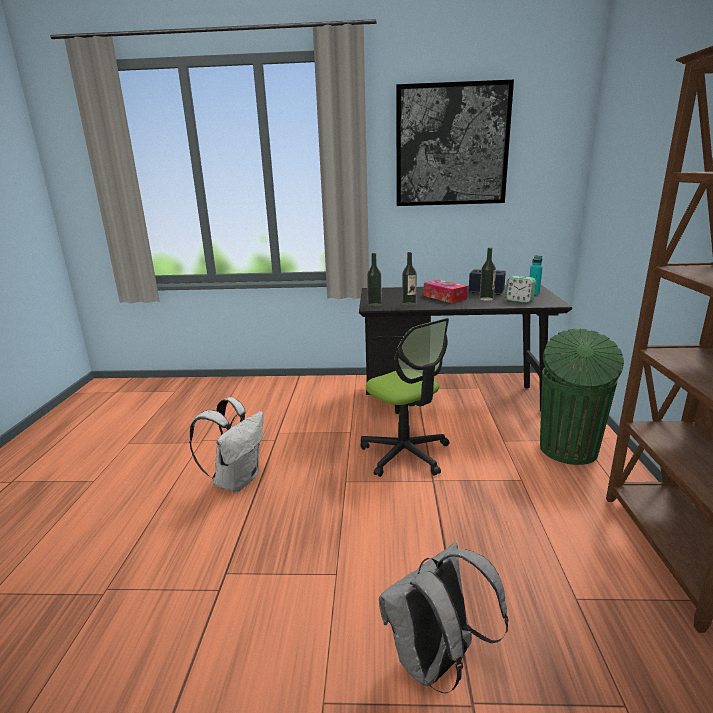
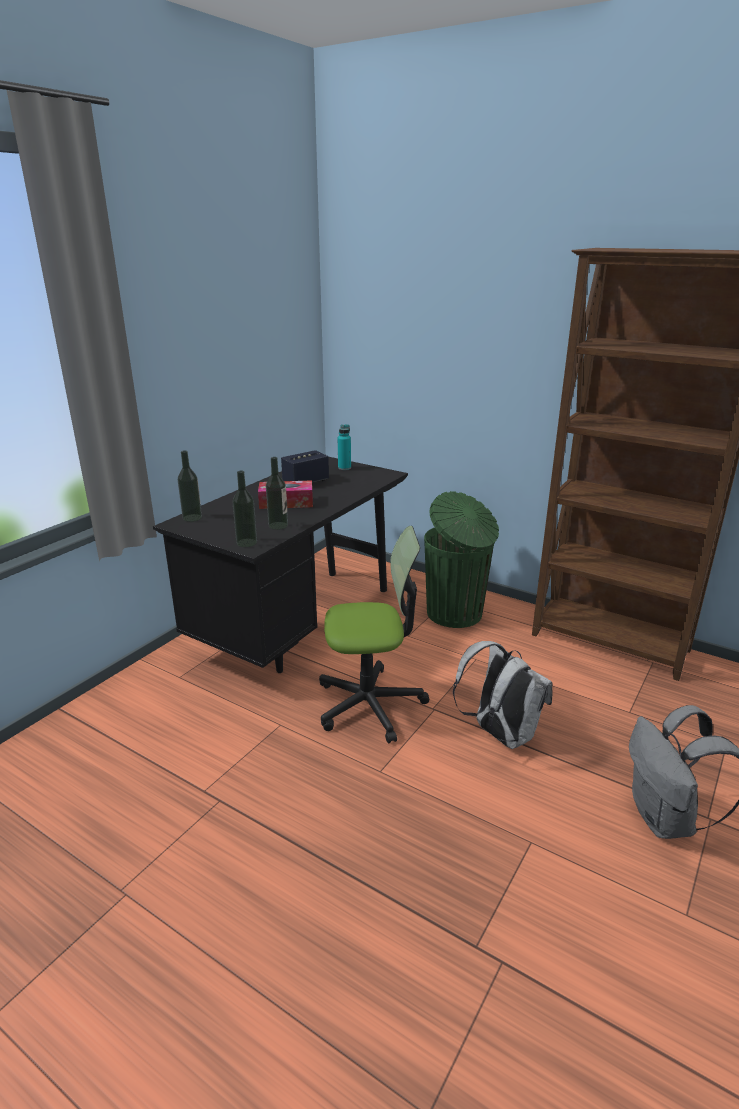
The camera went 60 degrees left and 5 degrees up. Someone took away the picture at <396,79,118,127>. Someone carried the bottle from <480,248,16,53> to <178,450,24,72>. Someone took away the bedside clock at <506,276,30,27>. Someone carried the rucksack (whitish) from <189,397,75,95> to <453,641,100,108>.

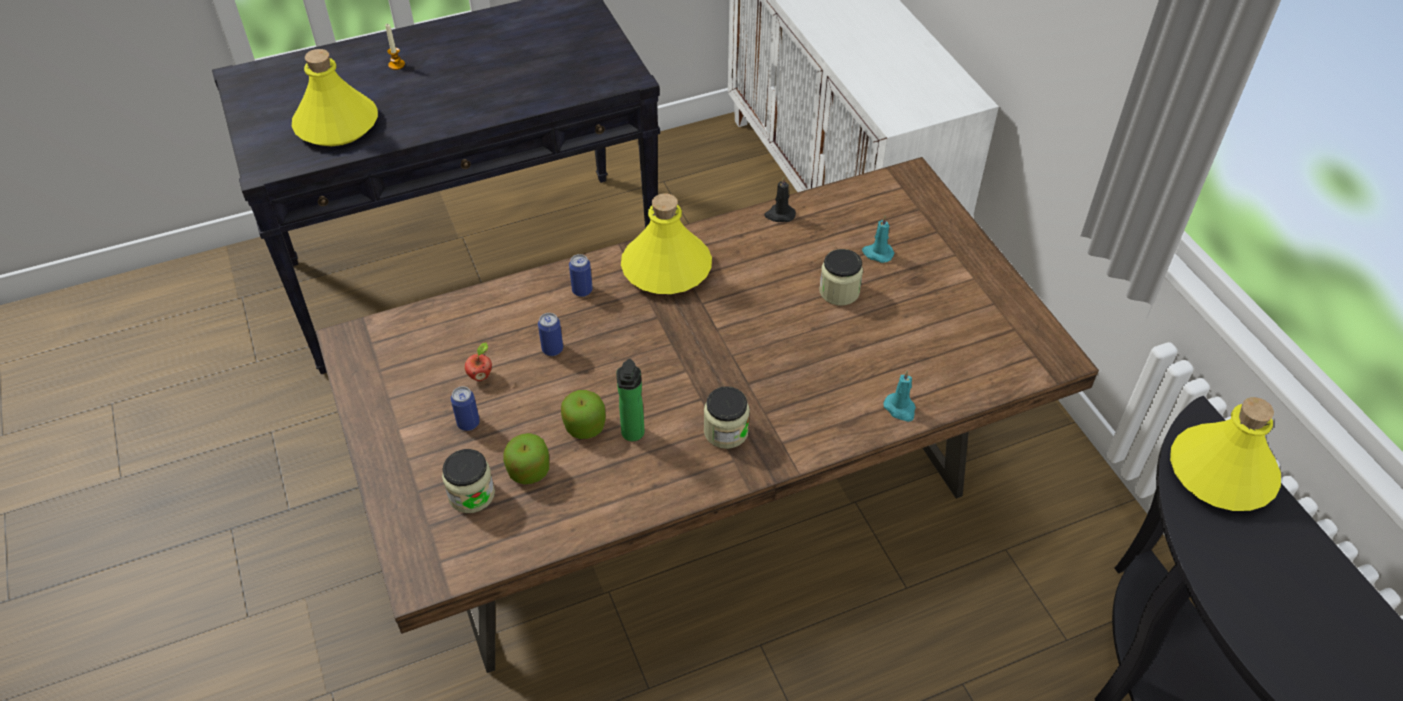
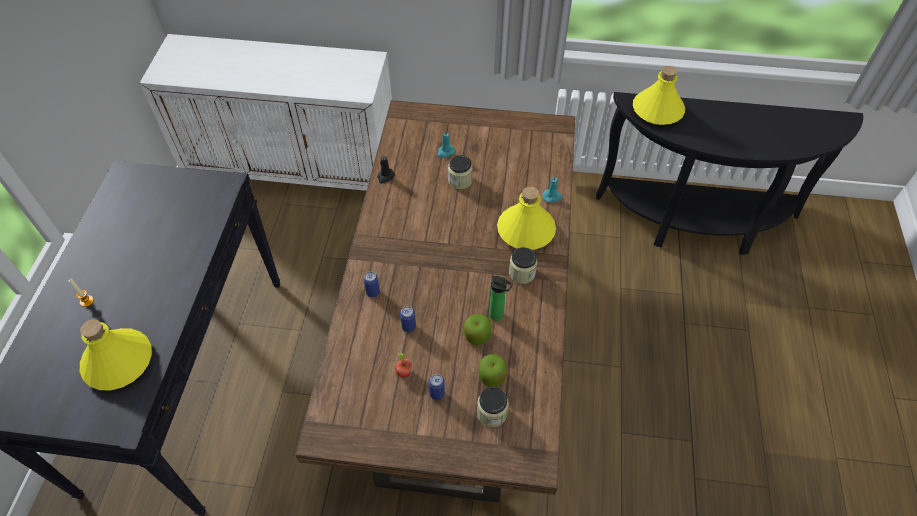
The camera went 60 degrees left and 5 degrees up. Someone carried the bottle (yellow-coloured) from <621,193,91,101> to <497,187,59,63>.

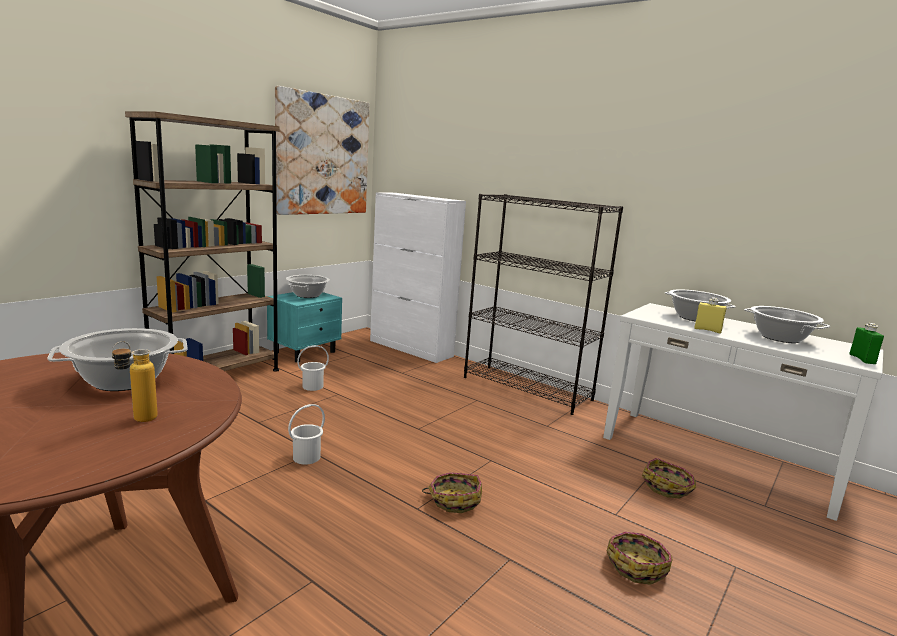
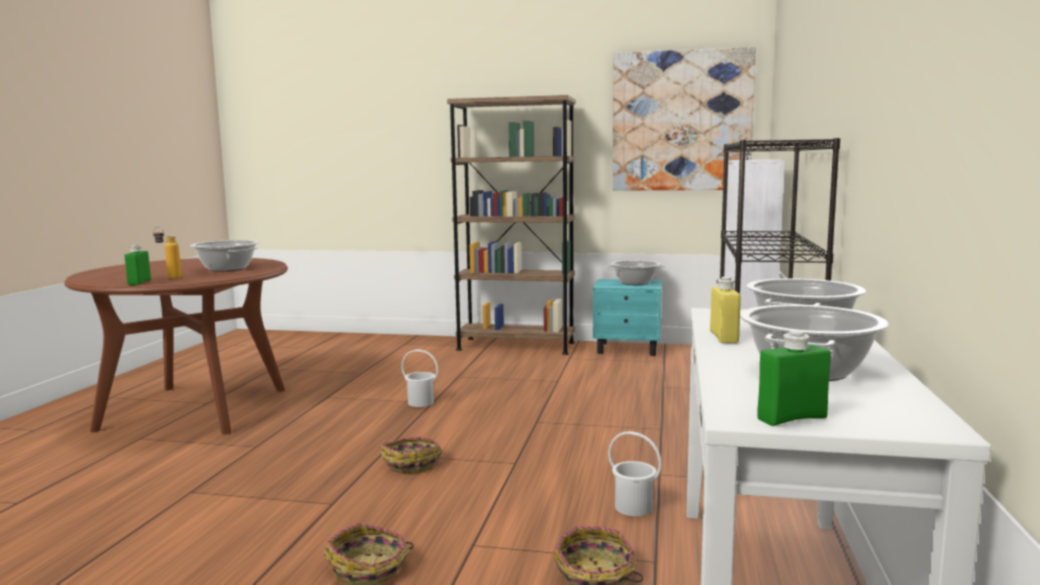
The camera went 65 degrees right and 5 degrees down. Someone carried the water bucket (whitish) from <297,345,32,46> to <608,431,54,85>. Someone put down the bottle (greenish) at <125,244,26,41>.

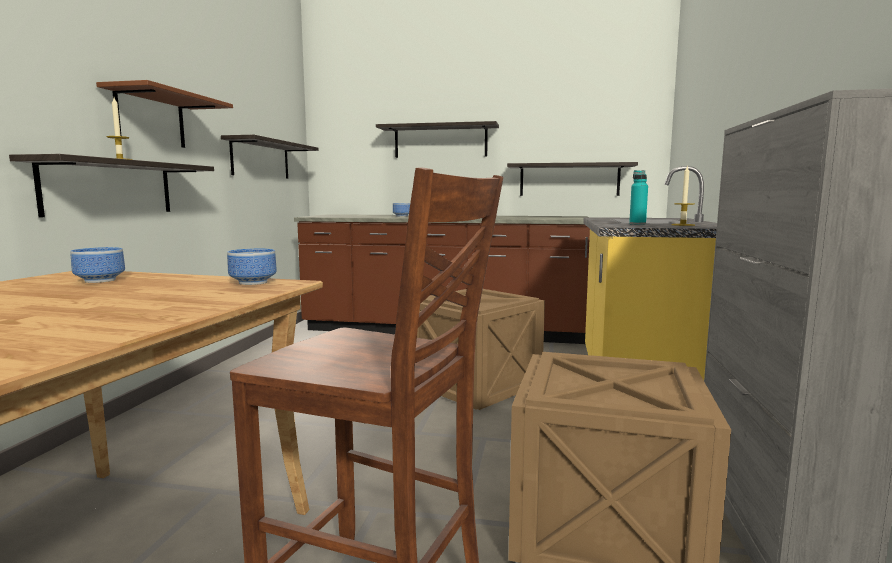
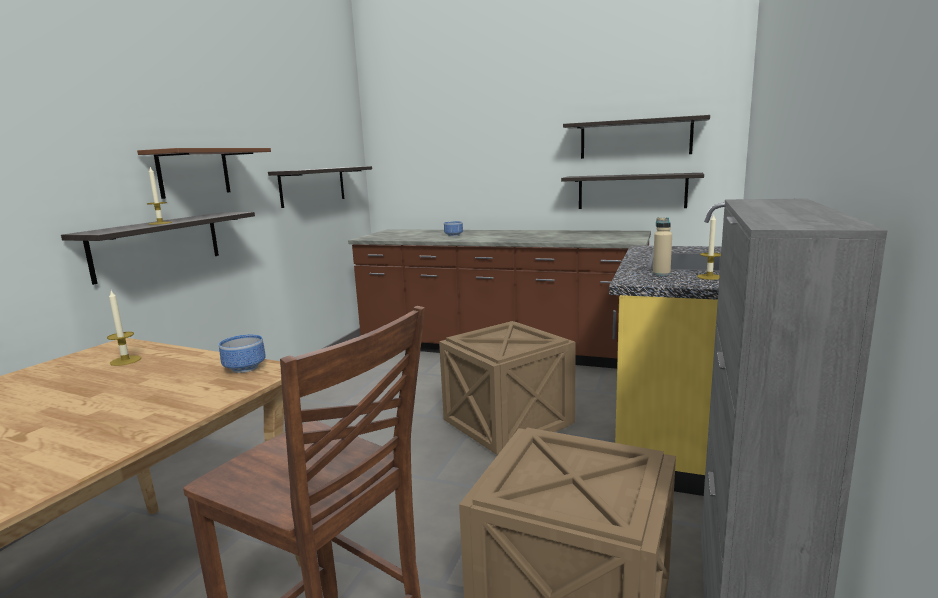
The camera went 10 degrees right and 5 degrees up. Someone carried the bracket shelf from <376,121,123,37> to <563,115,147,44>. Someone repainted the bottle (blue-green) at <629,170,19,55>, which became the bottle (beige-coloured) at <653,217,19,59>. Someone swapped the bowl at <70,247,55,36> for the wax light at <107,291,34,75>.

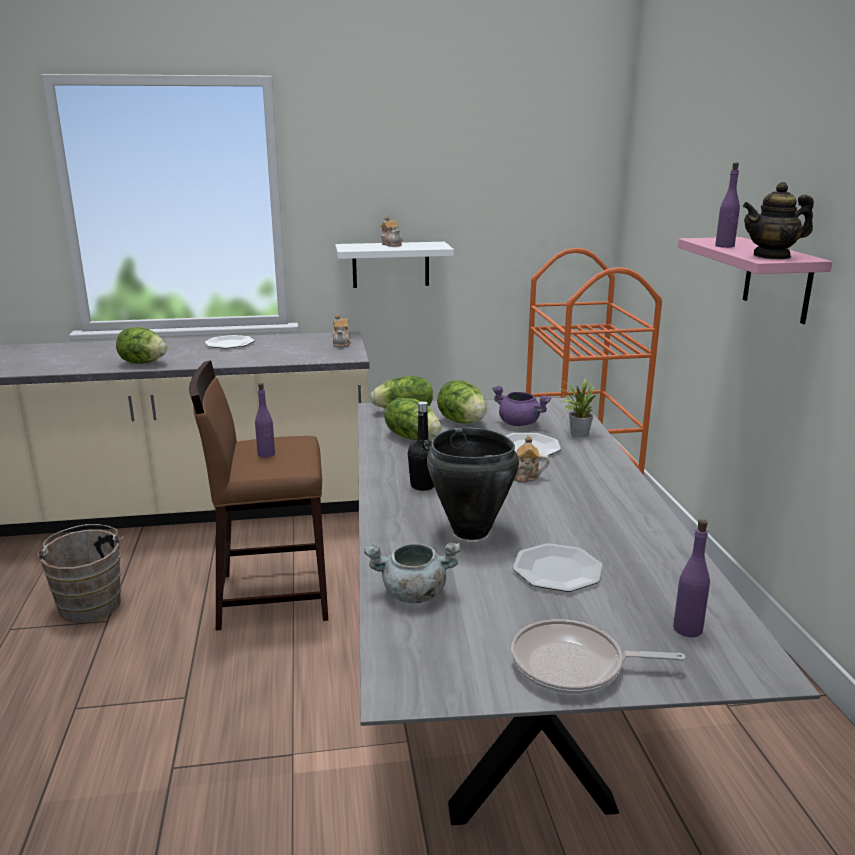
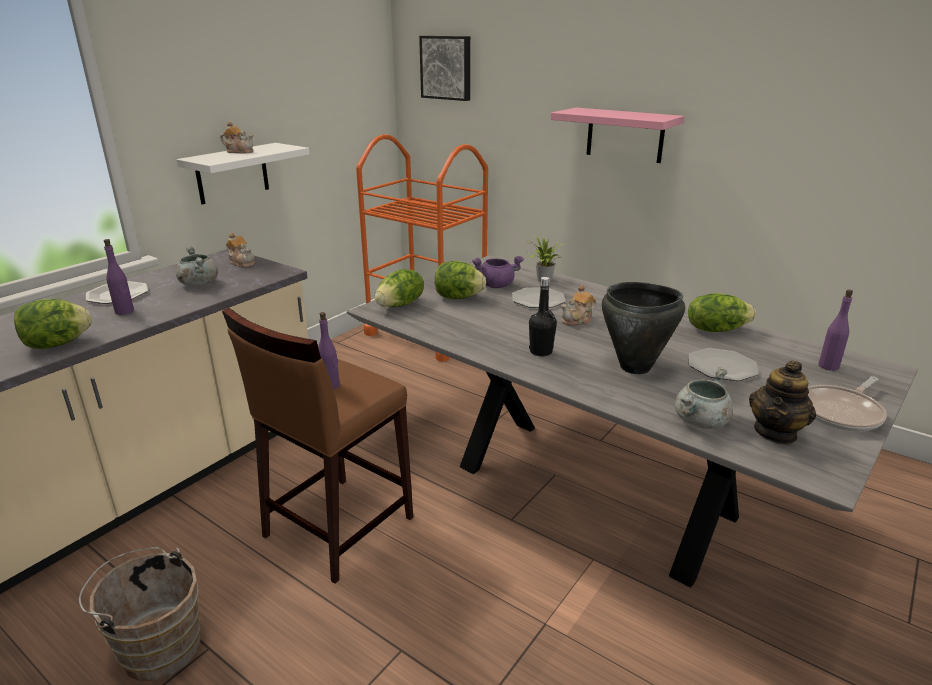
The camera went 45 degrees left and 5 degrees up. Someone carried the bottle (purple) from <715,163,25,85> to <104,239,30,76>. Someone carried the teapot from <743,182,71,77> to <749,361,67,84>. Someone carried the head of lettuce from <384,398,58,42> to <688,293,68,39>. Someone put up the picture at <419,36,51,65>. Someone put down the cooking pot (gray) at <176,246,42,40>.

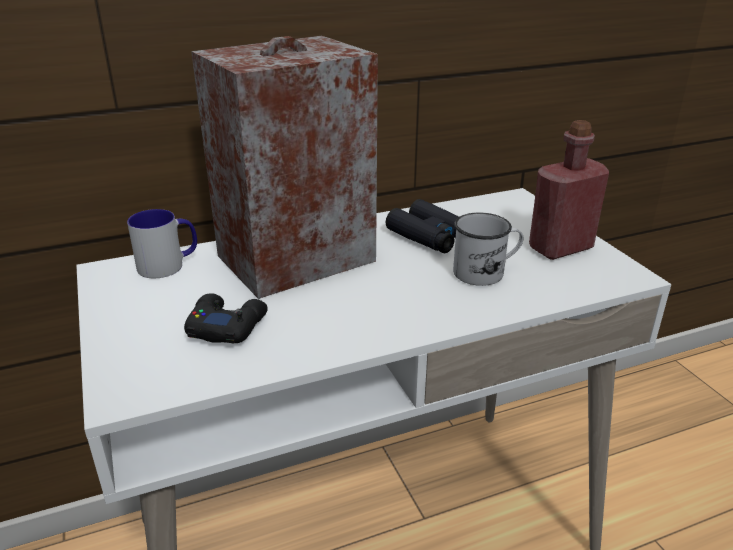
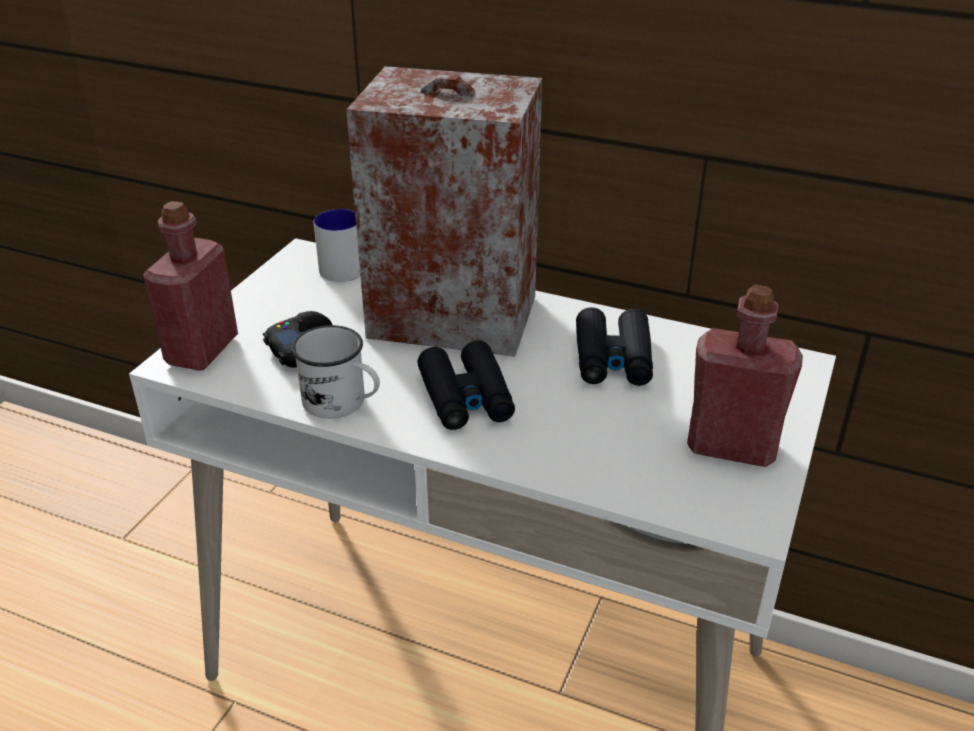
The camera went 45 degrees right and 5 degrees up. Someone carried the mug (whitish) from <453,213,71,73> to <292,325,88,94>. Someone put down the bottle (reddish) at <143,201,95,170>. Someone put down the pair of binoculars (black) at <417,341,98,89>.

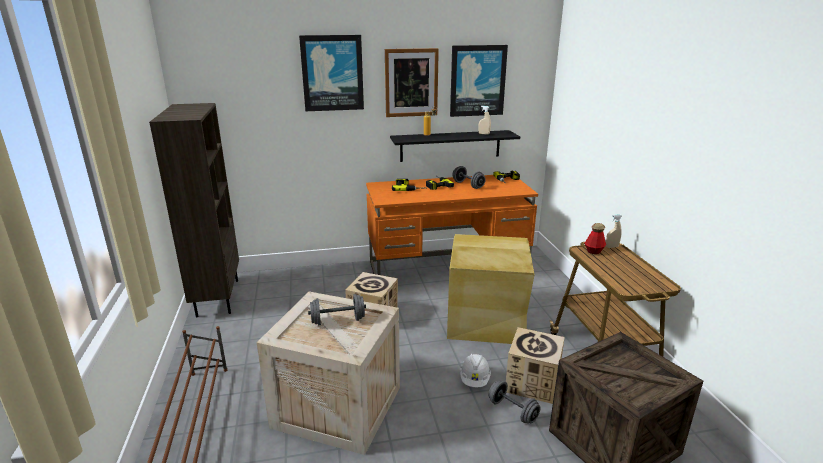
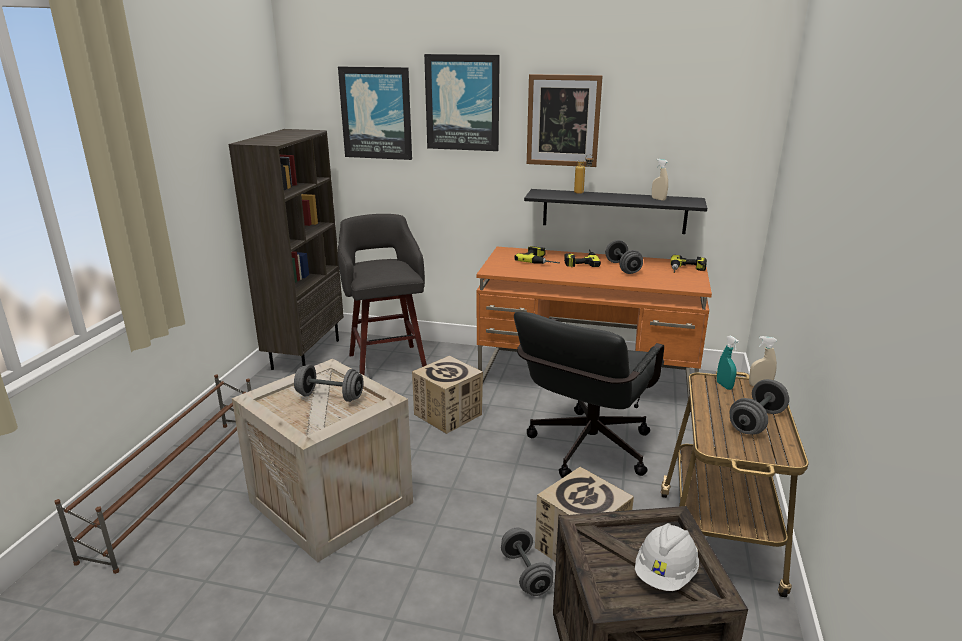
The camera went 25 degrees right and 0 degrees up. Someone carried the picture from <450,45,58,72> to <338,67,74,93>. Someone swapped the bottle at <585,223,21,31> for the spray bottle (blue-green) at <717,335,22,55>. Someone swapped the storage container (beige-coloured) at <447,234,88,110> for the computer chair (black) at <514,312,150,166>. Someone carried the work helmet (whitish) from <460,354,31,33> to <635,523,64,68>. Someone put down the sitting stool (gray) at <338,214,89,161>. Someone put down the dumbbell (gray) at <730,379,59,56>.

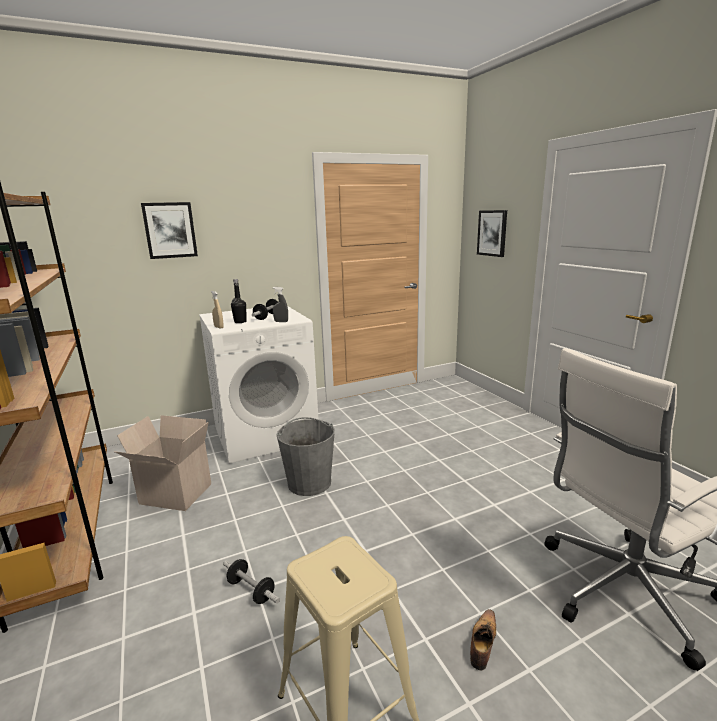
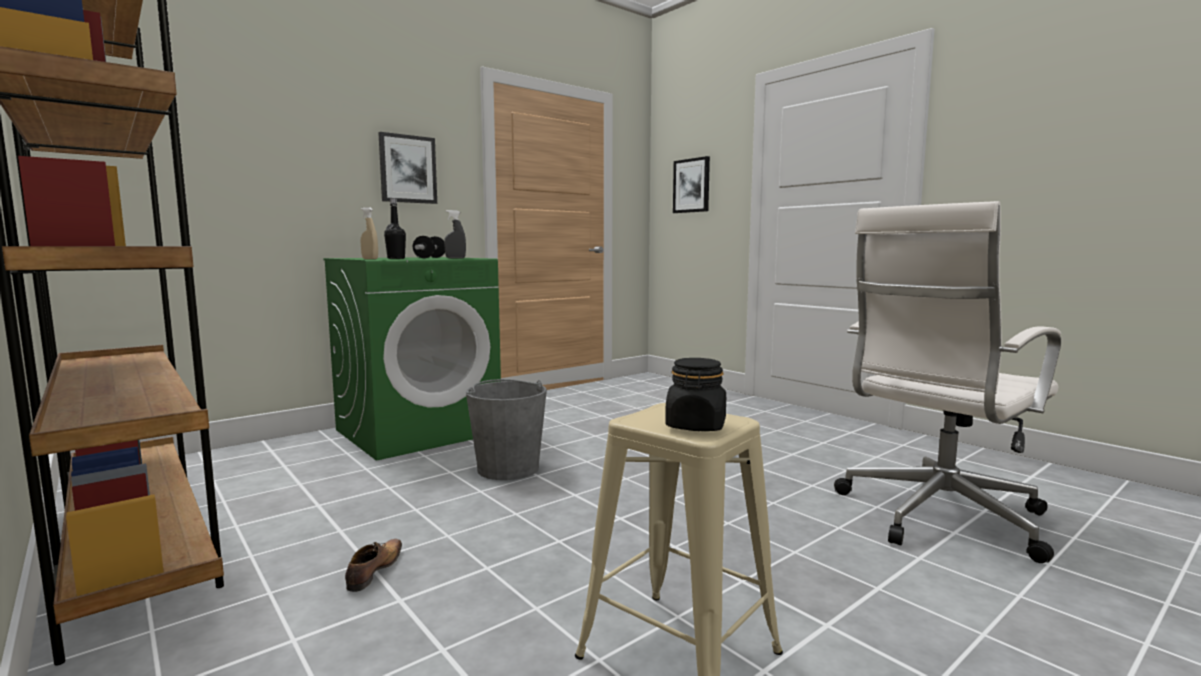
The camera went 15 degrees left and 10 degrees down. Someone carried the picture from <141,202,57,57> to <378,132,59,72>. Someone repainted the laundry machine (whitish) at <199,306,120,158>, which became the laundry machine (greenish) at <323,257,178,204>. Someone took away the packing box at <114,415,97,96>. Someone took away the dumbbell at <223,559,57,45>. Someone carried the item of footwear from <470,609,26,61> to <345,539,57,53>. Someone put down the preserve jar (black) at <665,358,61,73>.

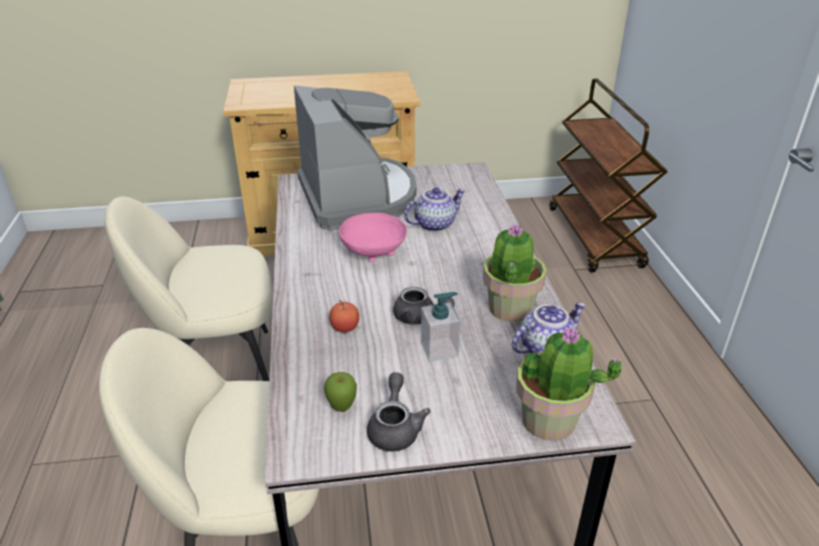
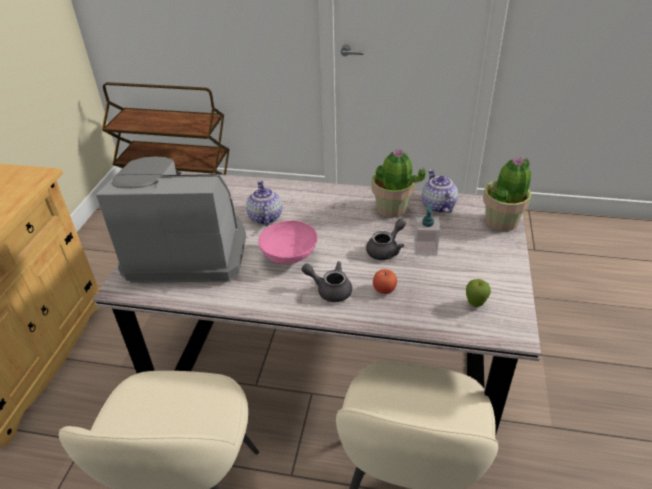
The camera went 70 degrees left and 5 degrees up. Someone carried the teapot (gray) from <367,372,64,80> to <302,261,50,41>.

